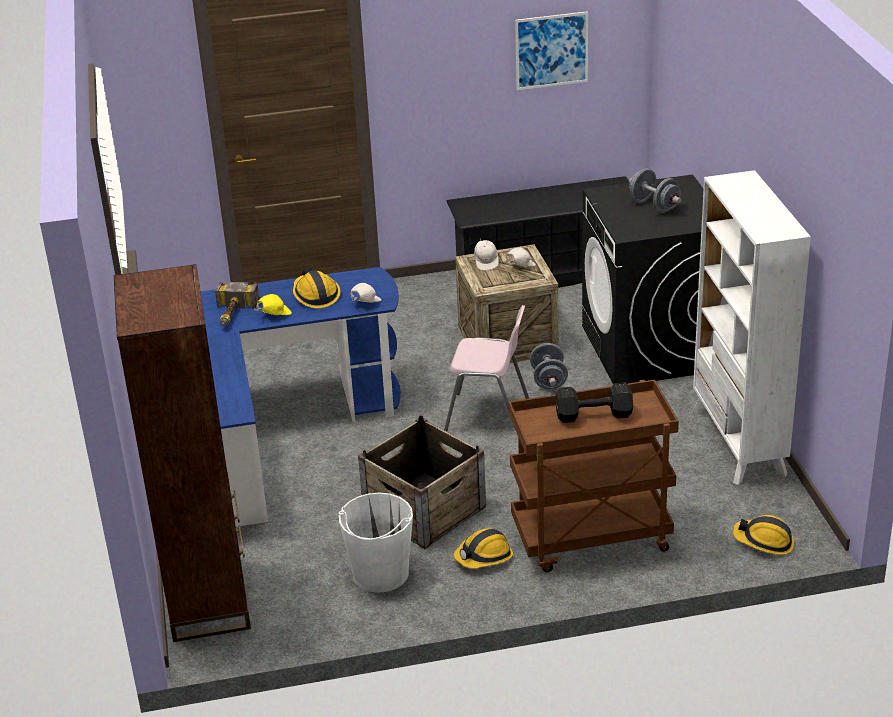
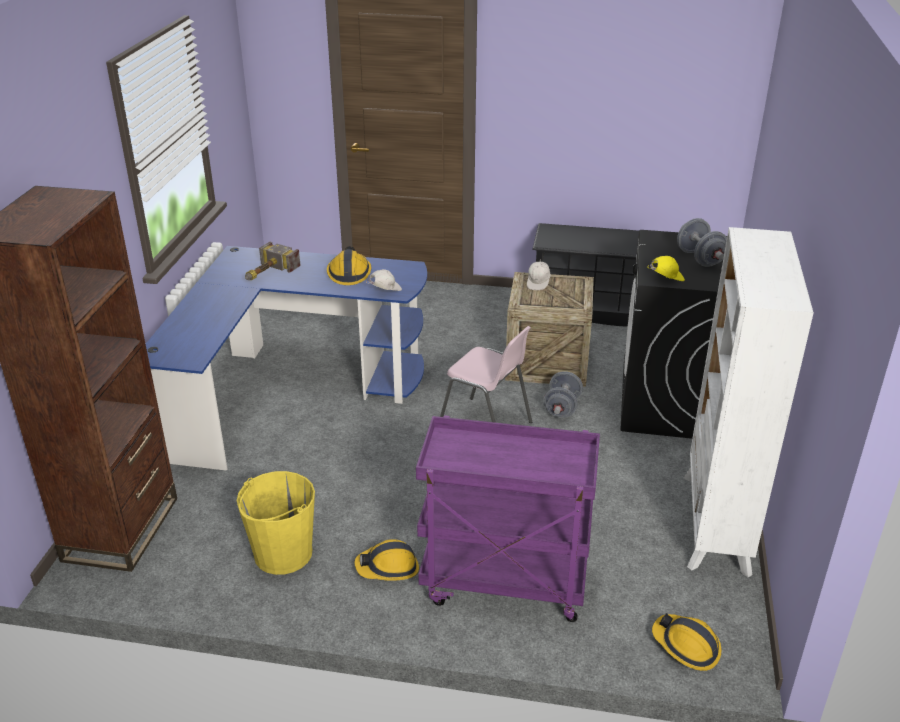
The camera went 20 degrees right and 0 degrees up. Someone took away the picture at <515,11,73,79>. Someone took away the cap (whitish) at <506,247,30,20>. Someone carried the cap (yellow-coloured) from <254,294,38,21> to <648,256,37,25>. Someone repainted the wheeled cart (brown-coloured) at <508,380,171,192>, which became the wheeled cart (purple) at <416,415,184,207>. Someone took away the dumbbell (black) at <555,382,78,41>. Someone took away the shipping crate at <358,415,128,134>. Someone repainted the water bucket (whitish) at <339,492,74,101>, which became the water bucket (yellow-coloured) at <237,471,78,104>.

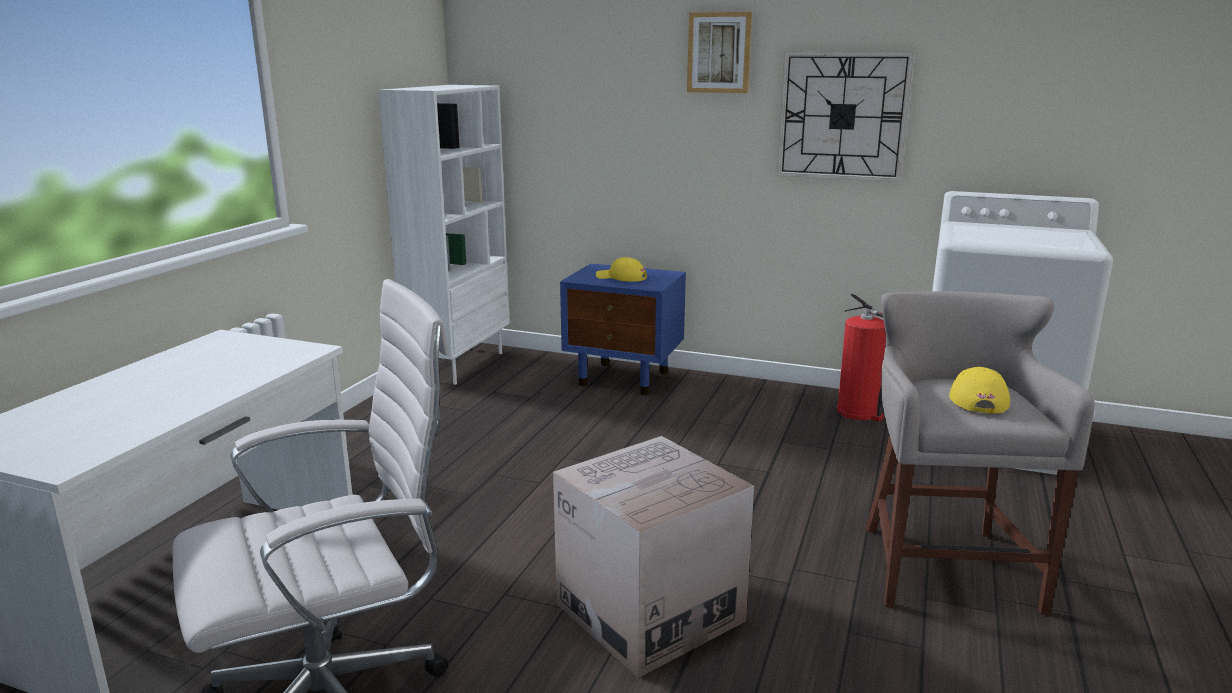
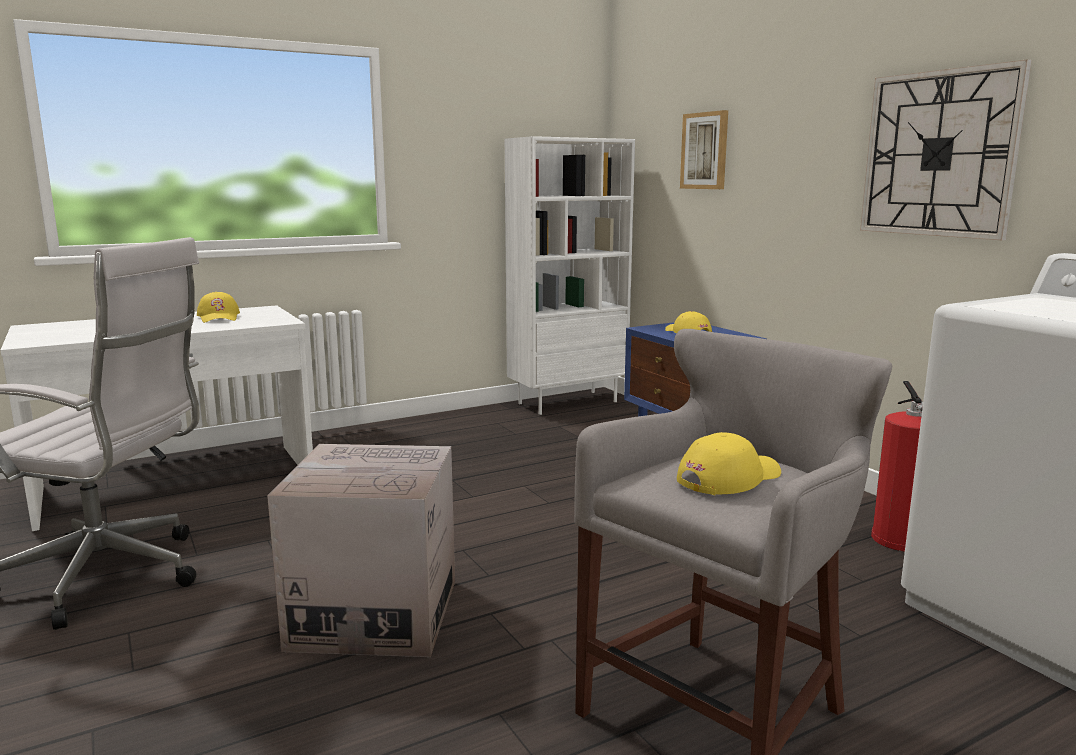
The camera went 40 degrees right and 5 degrees down. Someone carried the picture from <687,12,65,81> to <680,110,48,79>. Someone put down the cap (yellow-coloured) at <197,292,43,31>.

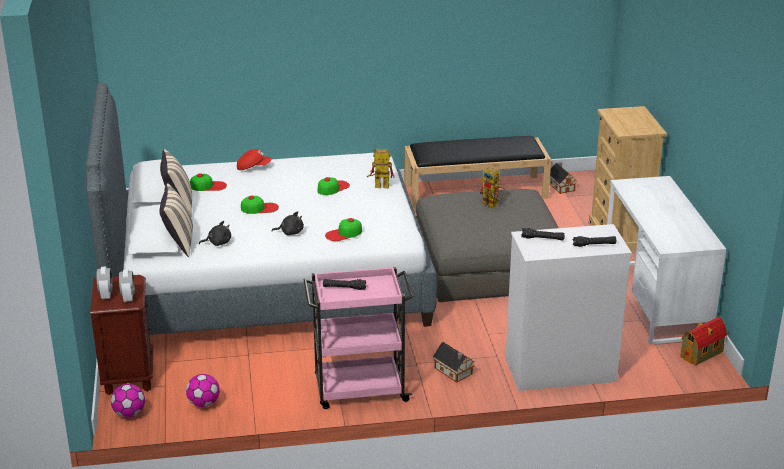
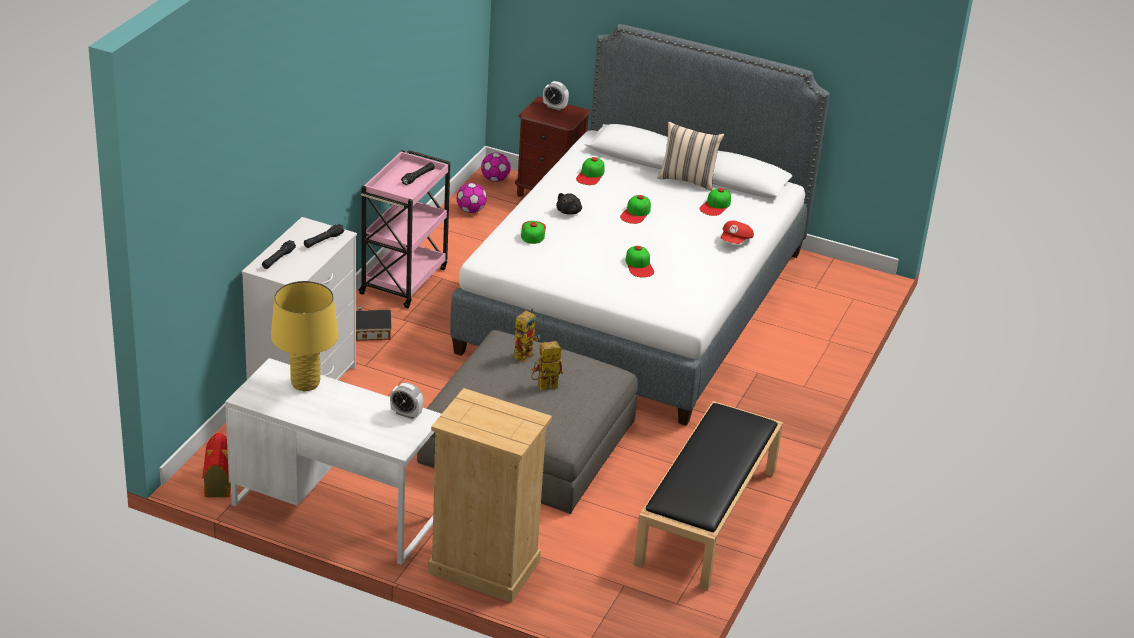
The camera went 120 degrees right and 5 degrees up. Someone carried the robot figure from <367,149,27,40> to <514,309,26,53>. Someone took away the miniature house at <550,162,27,32>. Someone took away the pillow (beige-coloured) at <160,183,33,74>. Someone swapped the soft toy (black) at <199,221,32,25> for the cap at <576,157,28,28>. Someone carried the bedside clock from <119,269,16,33> to <390,383,33,36>. Someone put down the tabletop lamp (yellow-coloured) at <271,281,68,110>.

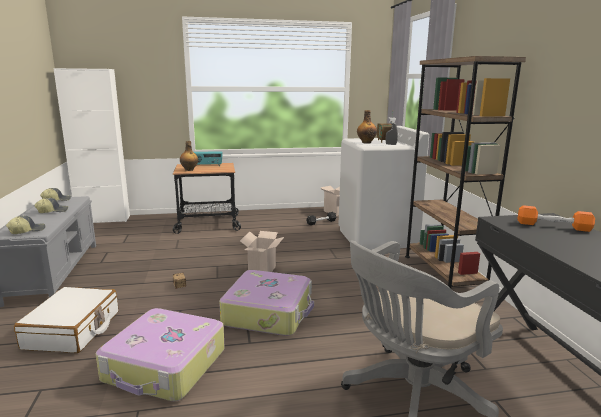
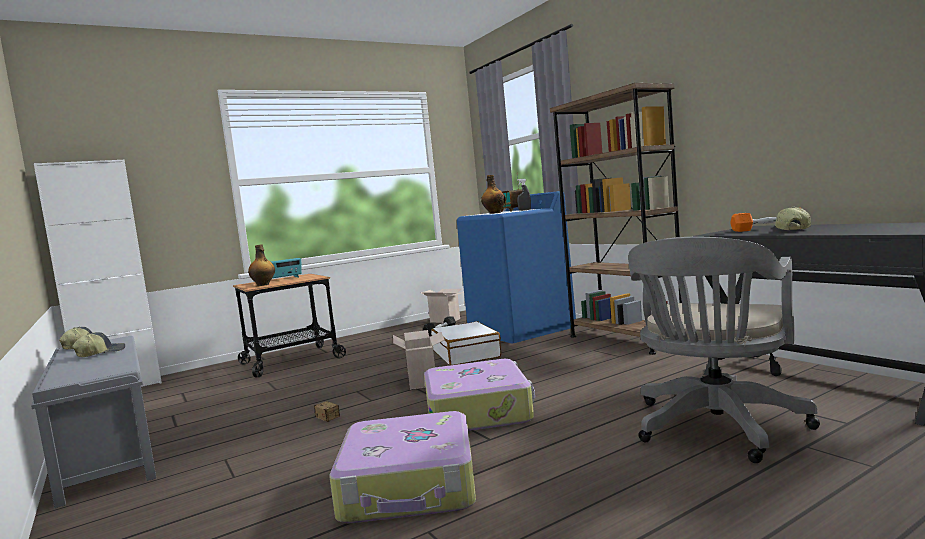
The camera went 20 degrees left and 10 degrees down. Someone repainted the laundry machine (whitish) at <338,126,91,124>, which became the laundry machine (blue-coloured) at <457,191,119,152>. Someone carried the cap from <6,216,39,18> to <775,207,36,23>. Someone carried the travel case (whitish) from <14,287,104,66> to <431,321,70,44>.

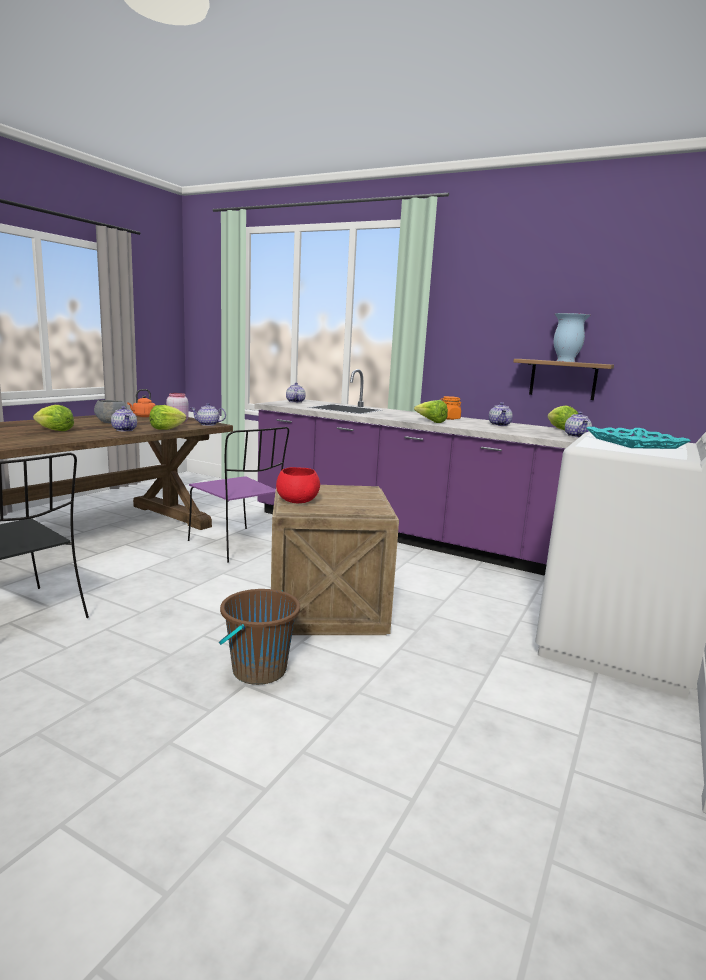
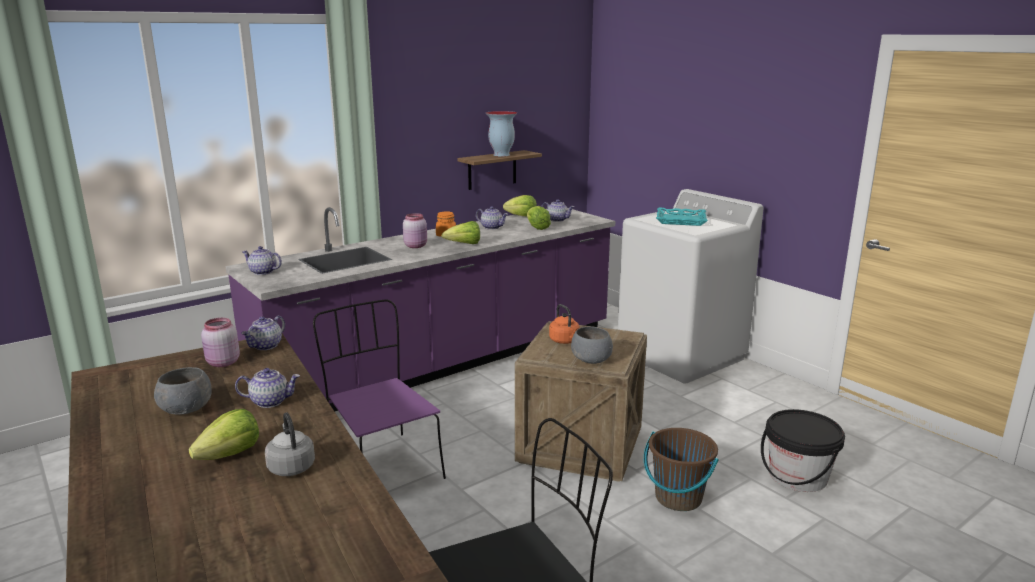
The camera went 65 degrees left and 5 degrees up. Someone carried the kettle (orange) from <127,389,29,28> to <549,304,31,40>. Someone carried the head of lettuce from <149,405,37,25> to <527,206,24,24>. Someone rotated the chair (purple) at <188,427,101,136> by 105 degrees counterclockwise. Someone repainted the bowl (reddish) at <276,467,44,36>, which became the bowl (gray) at <571,326,42,38>. Someone put down the preserve jar (pinkish) at <403,213,24,35>. Someone put down the water bucket (black) at <761,409,84,83>. Someone put down the kettle (gray) at <265,412,50,64>.

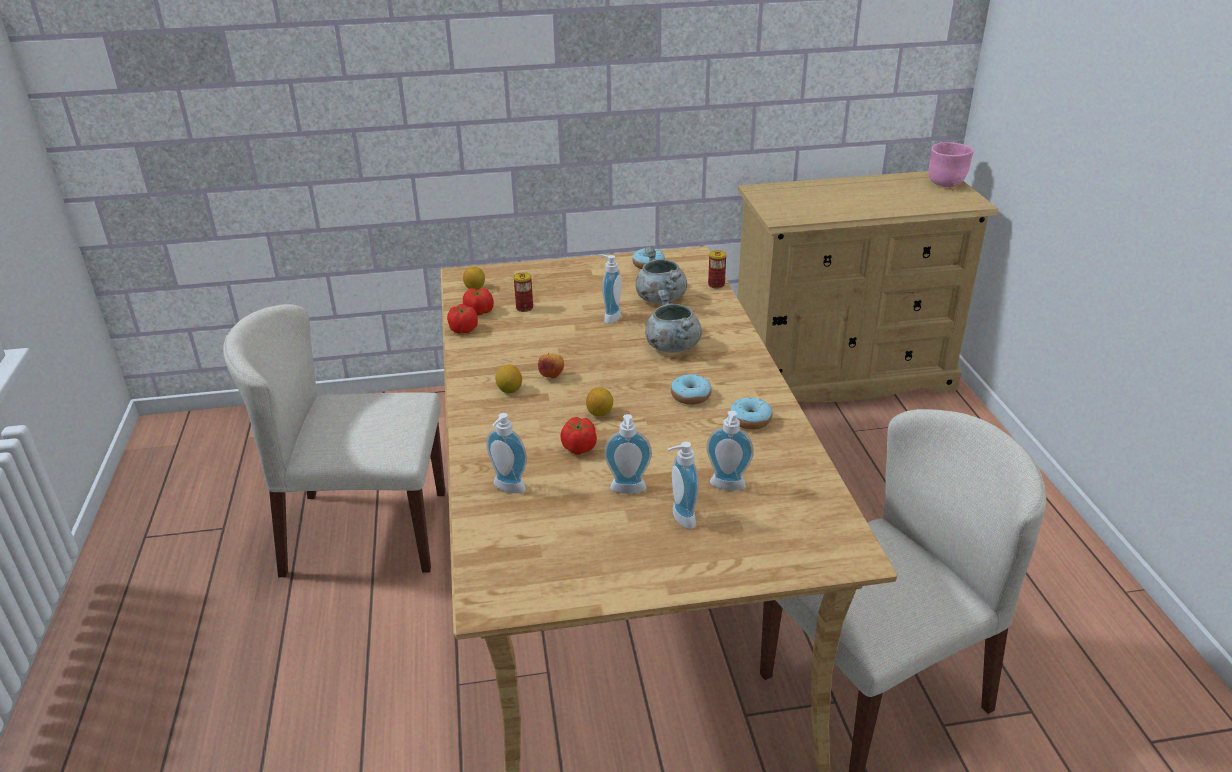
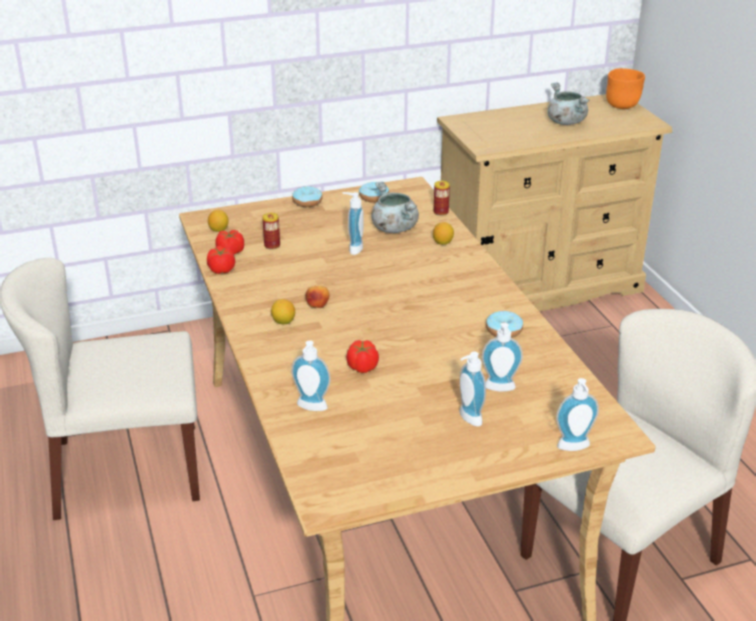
The camera went 10 degrees left and 0 degrees up. Someone repainted the bowl (pinkish) at <928,142,45,45>, which became the bowl (orange) at <606,68,39,41>. Someone carried the cooking pot (gray) from <645,290,57,62> to <548,83,42,42>. Someone carried the doughnut from <671,374,41,31> to <292,186,31,21>. Someone carried the citrus fruit from <586,387,27,29> to <433,222,21,23>. Someone carried the liquid soap bottle from <604,414,48,80> to <556,378,43,73>.

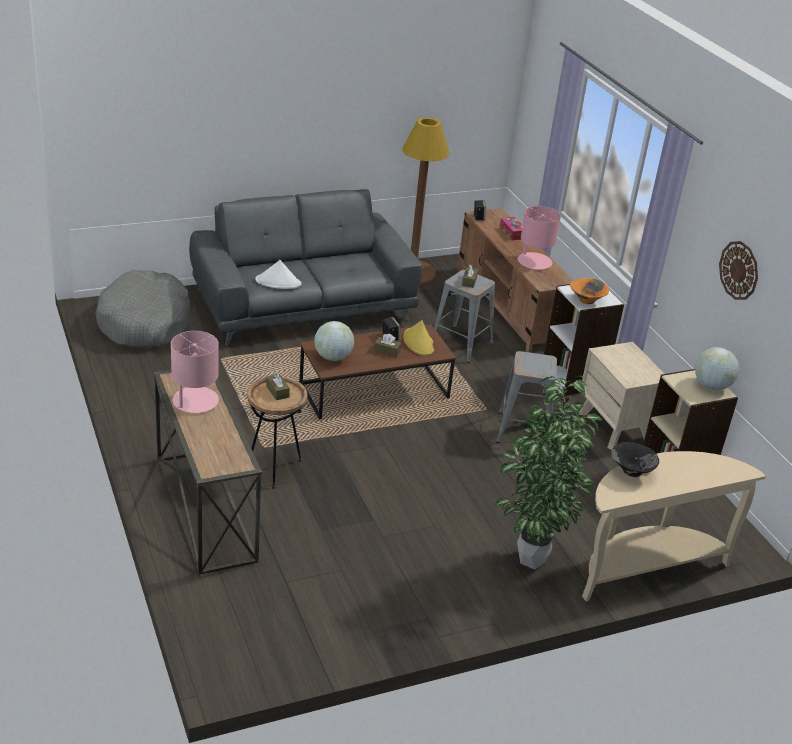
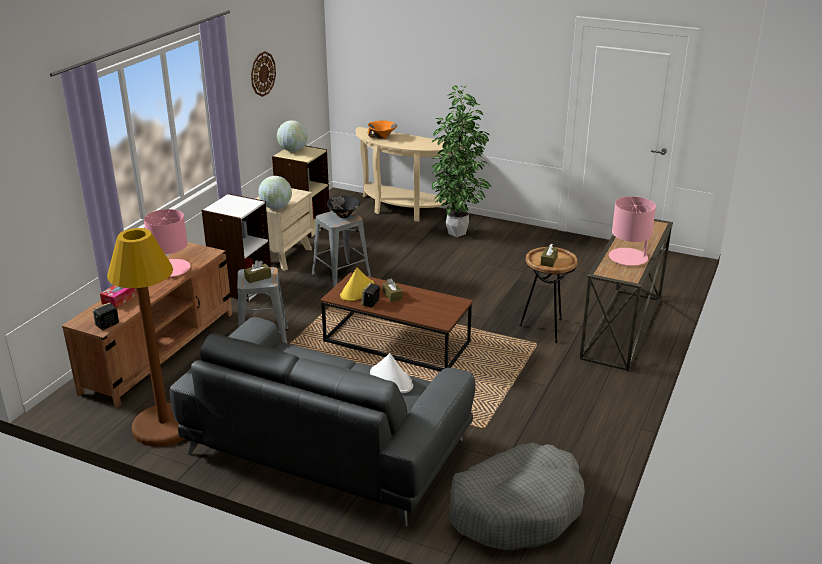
The camera went 130 degrees left and 5 degrees down. Someone carried the bowl (orange) from <570,278,39,26> to <368,120,29,19>. Someone carried the desk globe from <315,321,39,40> to <258,176,34,33>. Someone carried the bowl (black) from <611,442,48,35> to <327,196,33,22>.

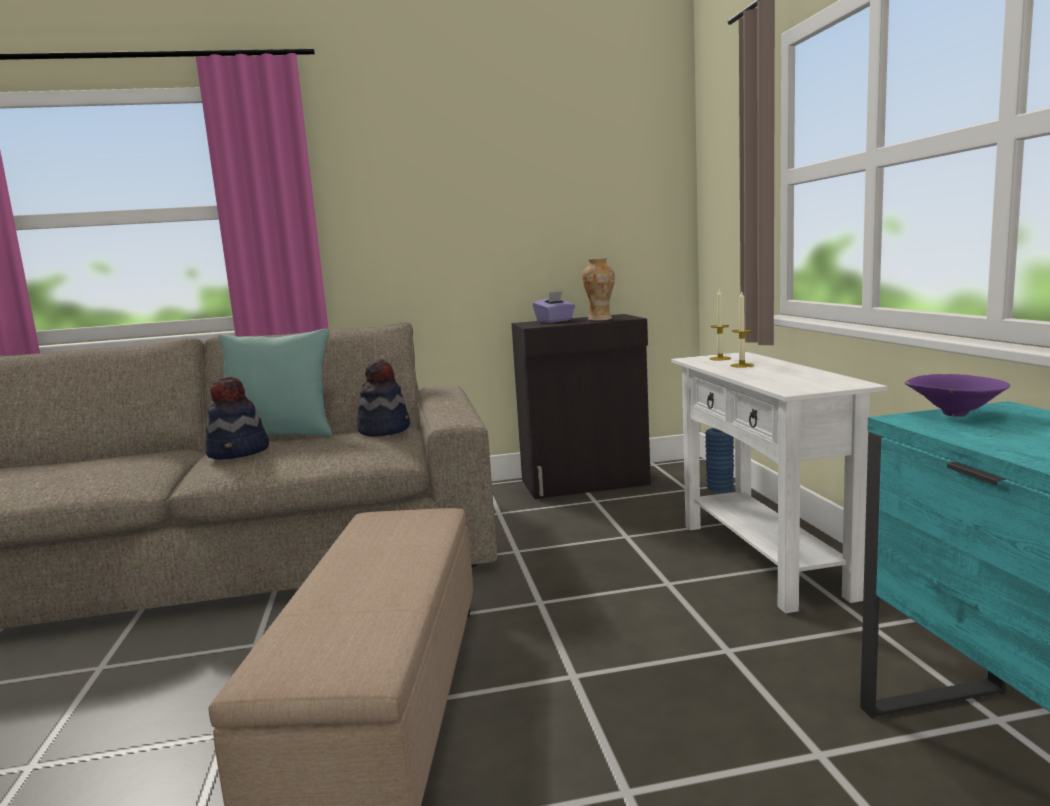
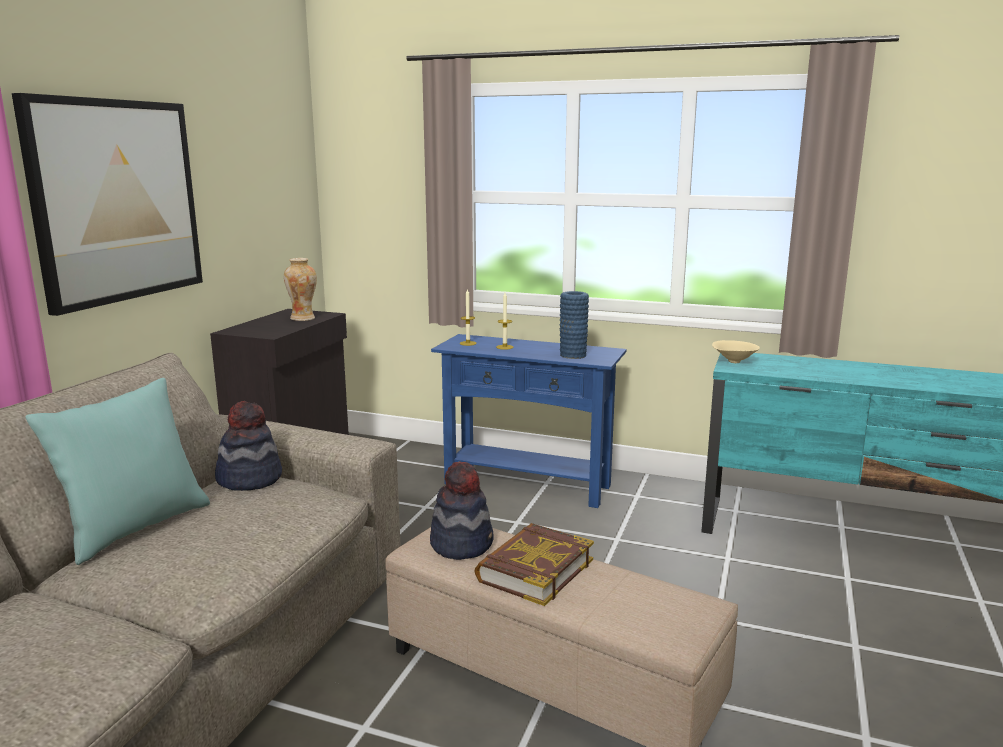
The camera went 60 degrees left and 5 degrees up. Someone took away the box of tissues (purple) at <533,291,42,32>. Someone repainted the hall table (whitish) at <671,352,217,261>, which became the hall table (blue-coloured) at <431,334,196,174>. Someone repainted the bowl (purple) at <905,374,105,43>, which became the bowl (beige-coloured) at <712,340,48,23>. Someone carried the clothing hat from <205,376,64,84> to <430,461,63,99>. Someone carried the vase (blue-coloured) from <705,428,29,65> to <560,291,29,68>. Someone put up the picture at <12,93,191,223>. Someone put down the volume at <474,523,120,83>.

